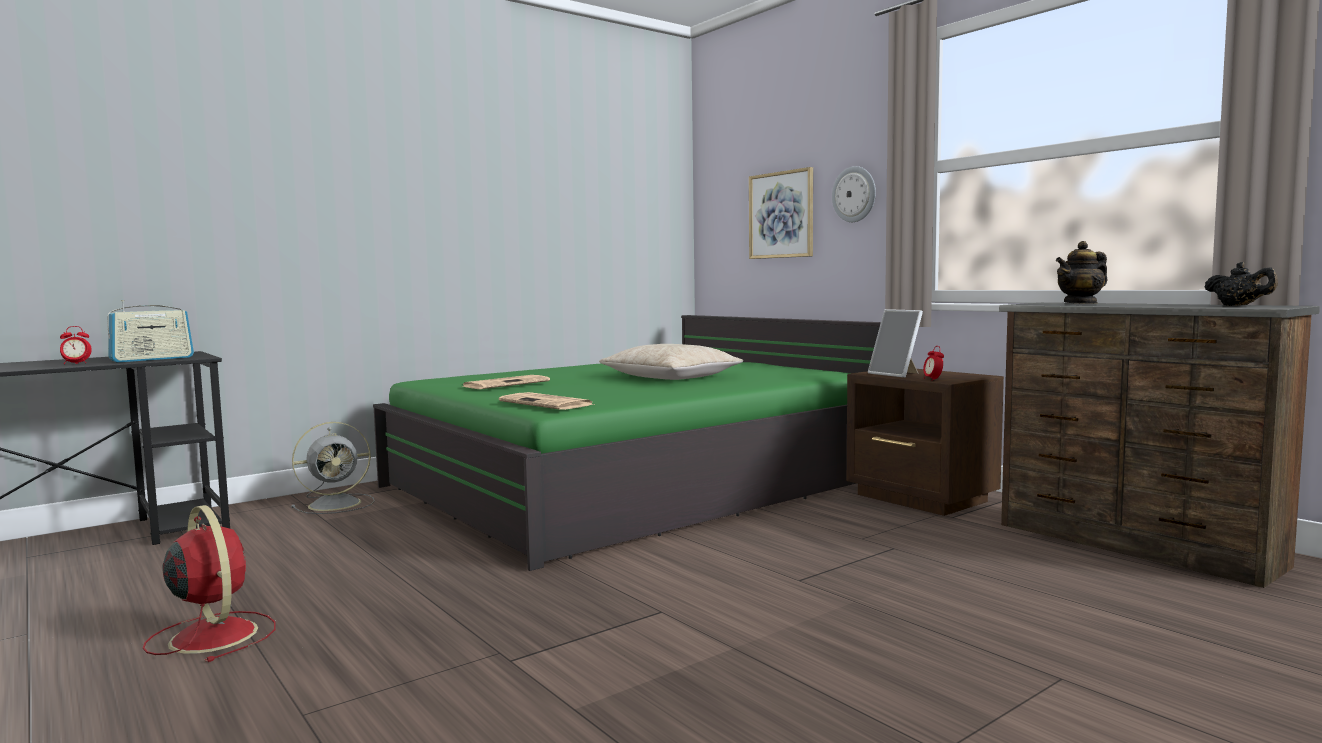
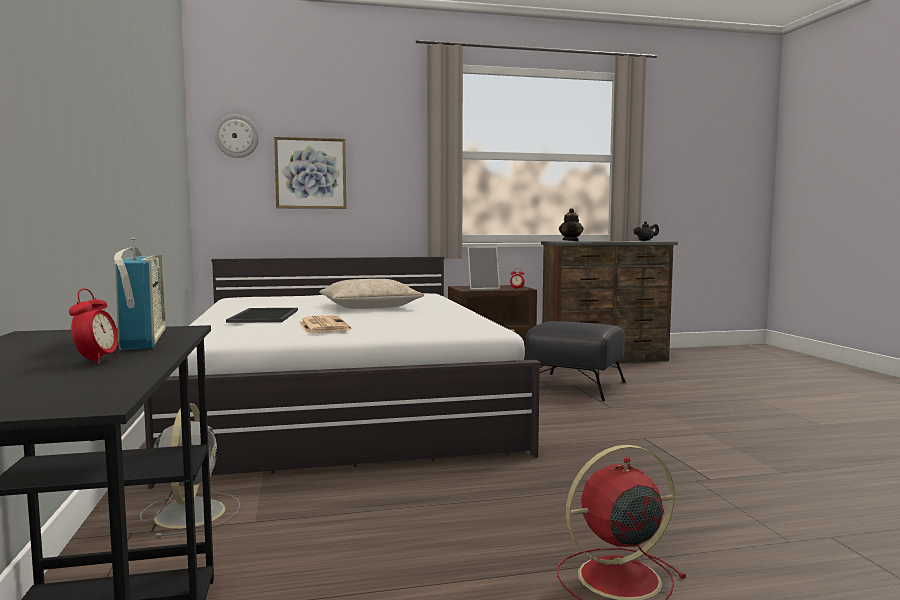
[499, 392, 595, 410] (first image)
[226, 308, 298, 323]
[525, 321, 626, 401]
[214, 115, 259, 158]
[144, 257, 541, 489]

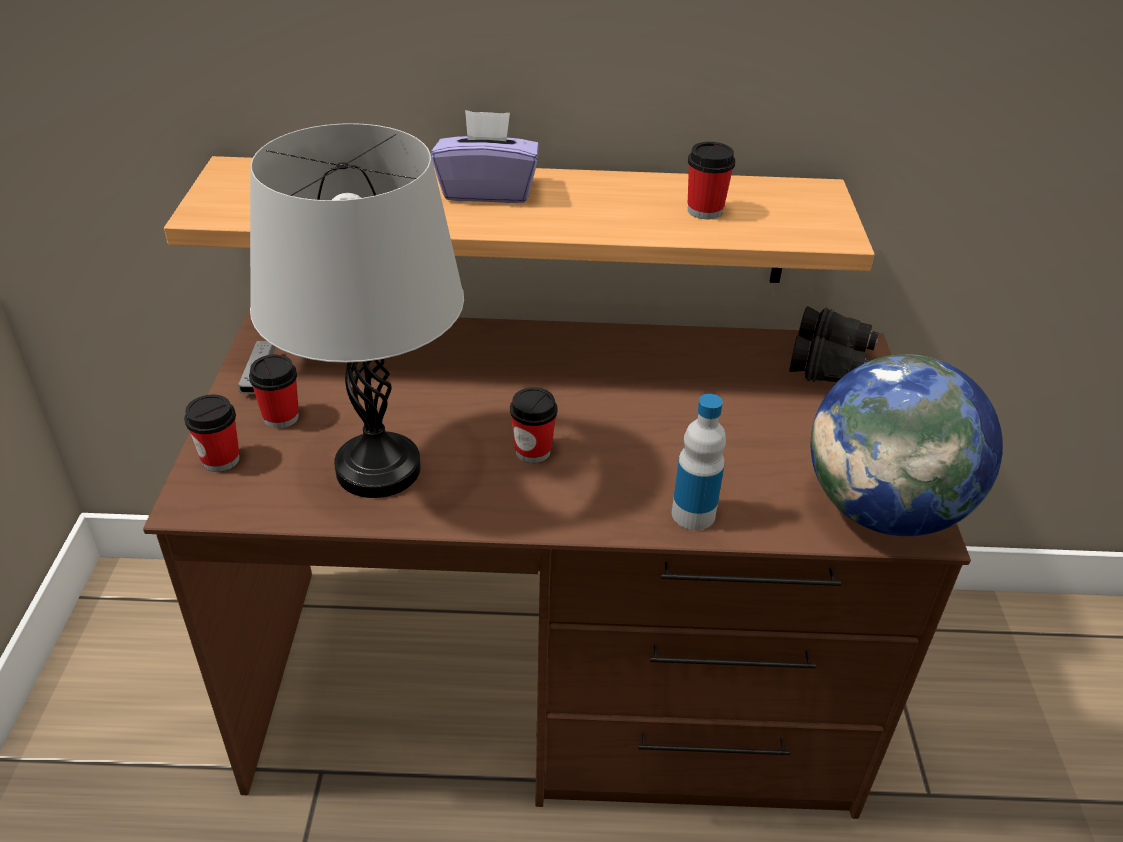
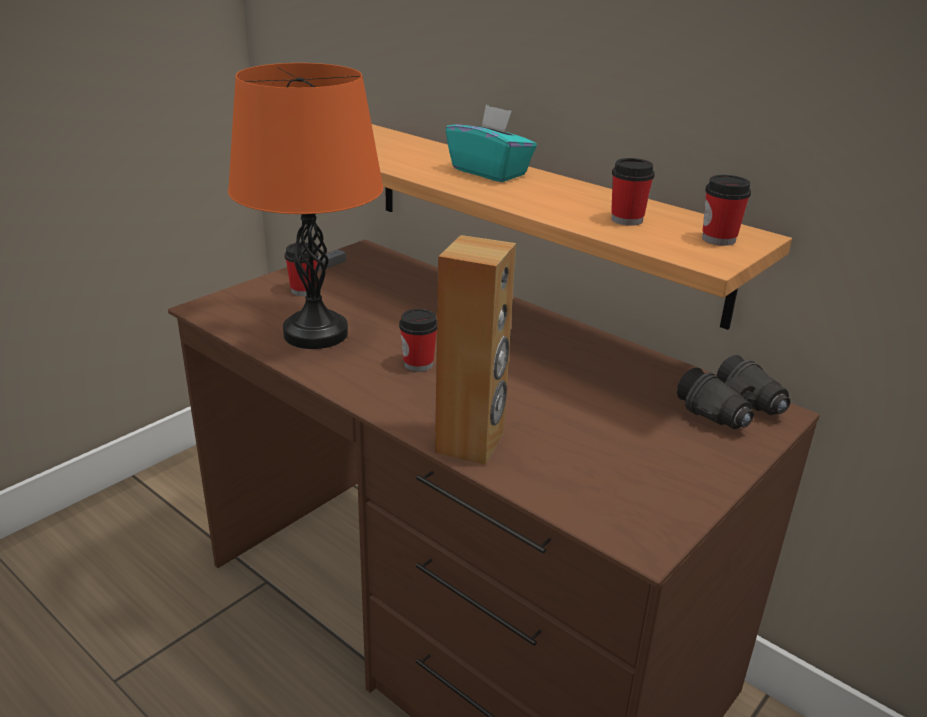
[811, 354, 1003, 536] (first image)
[702, 175, 751, 246]
[435, 235, 516, 465]
[228, 63, 383, 349]
[445, 105, 537, 182]

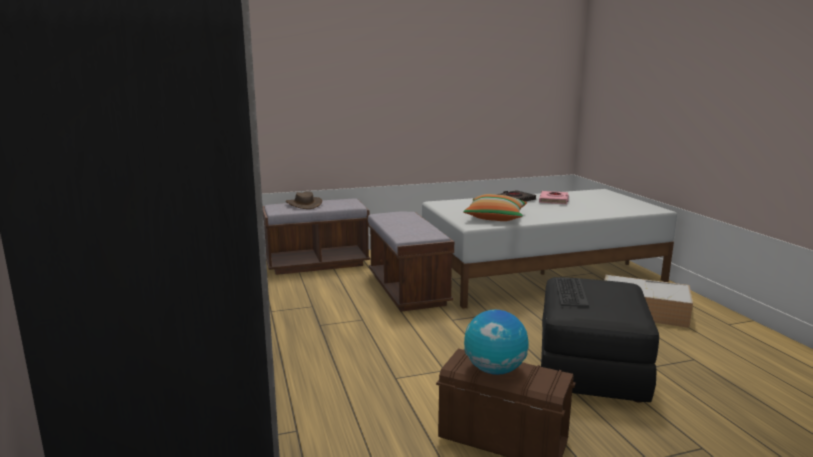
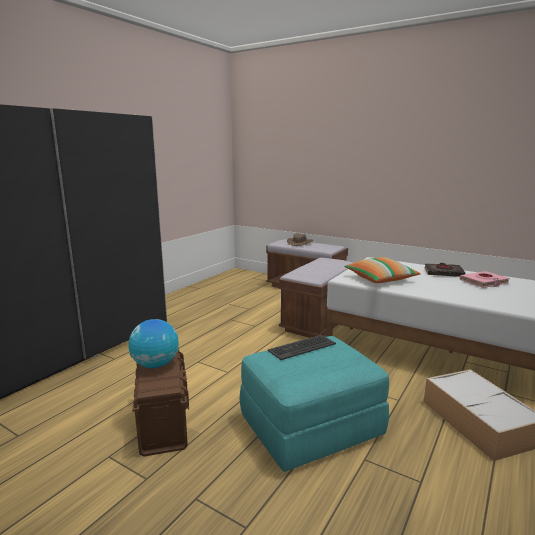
[239, 336, 389, 472]

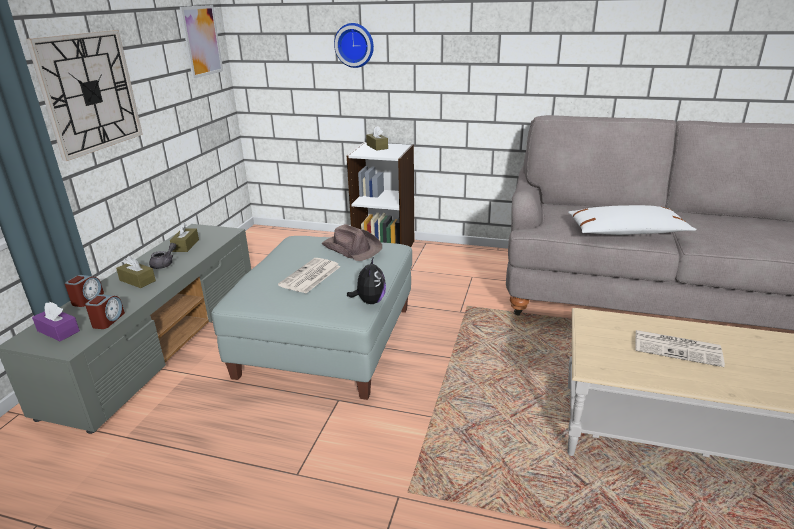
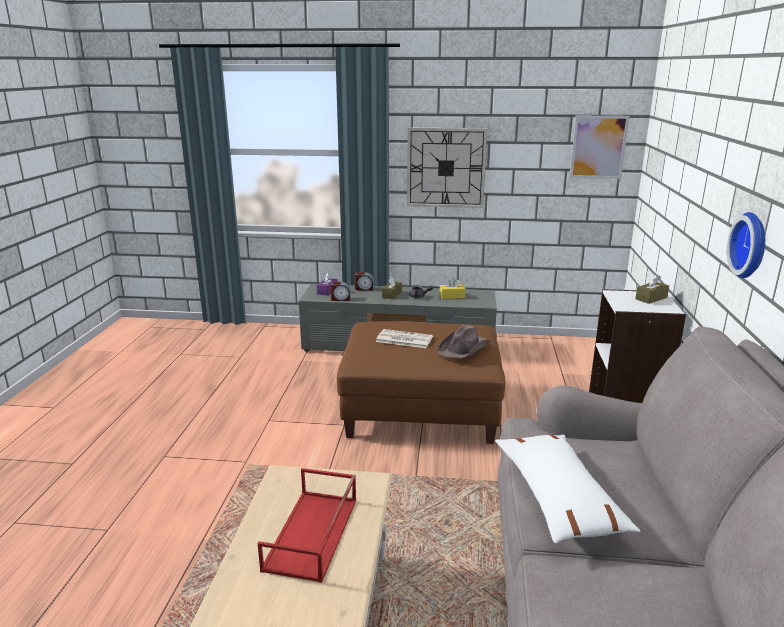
[347, 258, 386, 304] (first image)
[727, 212, 765, 278]
[258, 468, 356, 583]
[440, 278, 465, 299]
[337, 321, 506, 444]

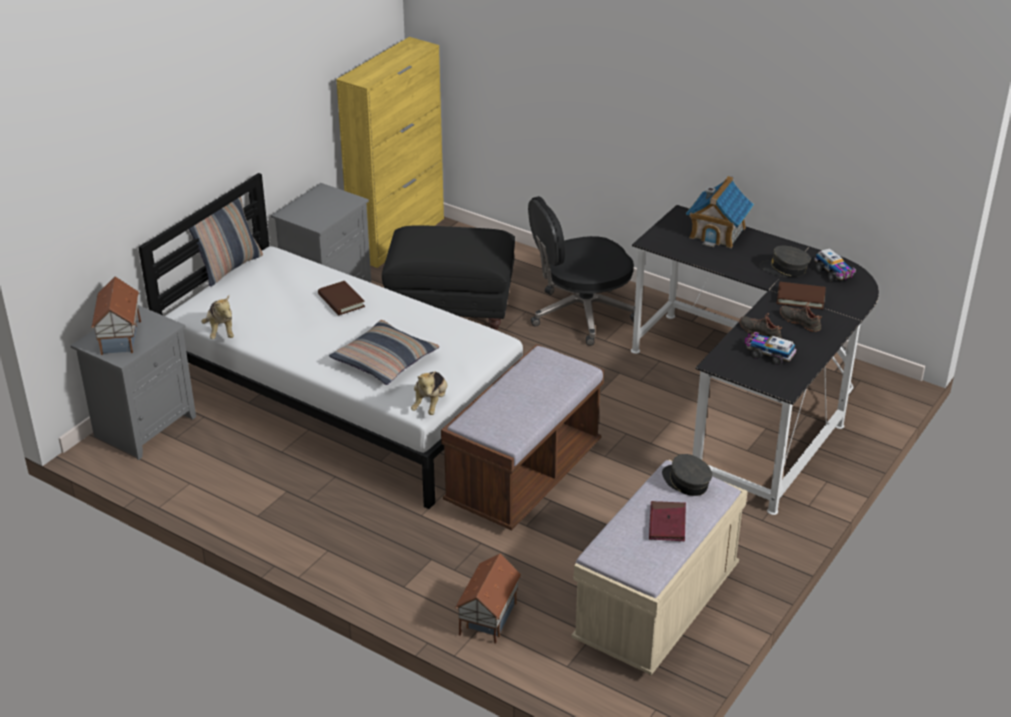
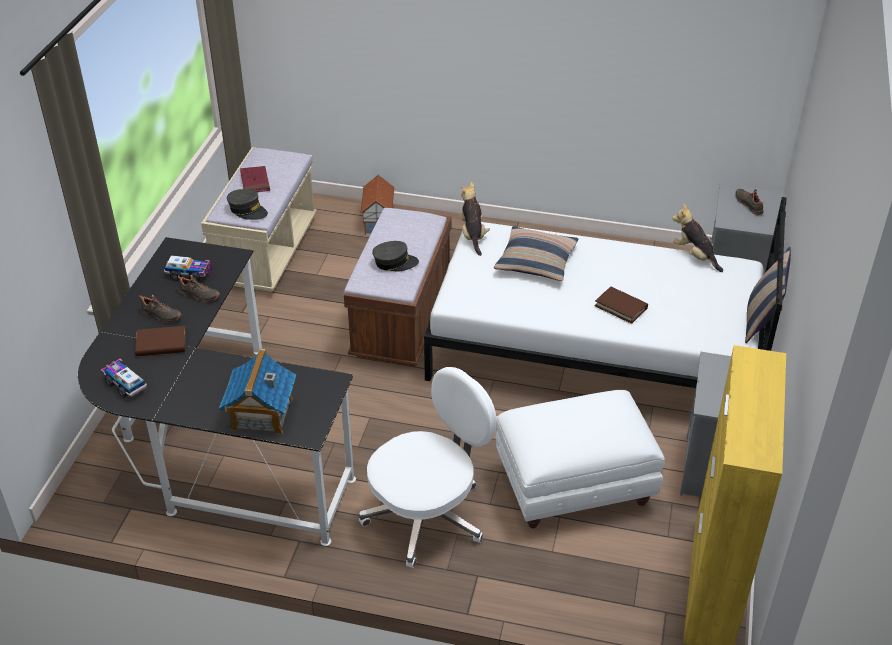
[372, 241, 419, 272]
[735, 189, 764, 215]
[496, 390, 665, 528]
[359, 367, 496, 568]

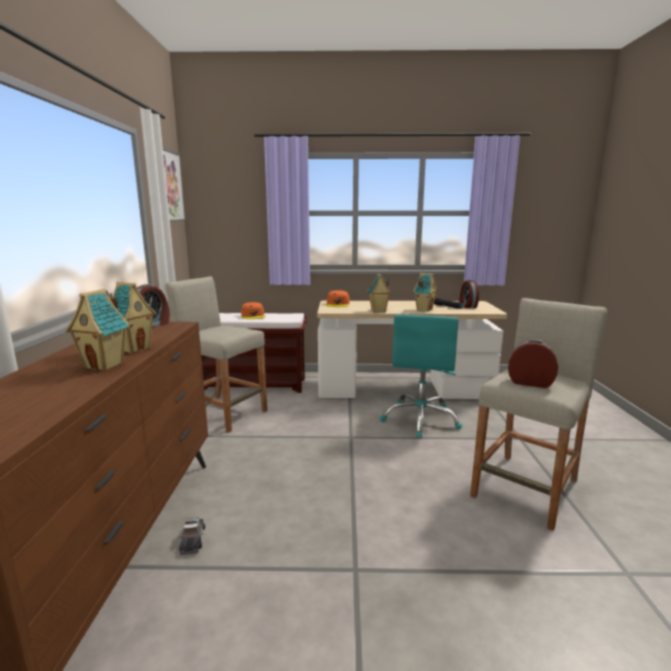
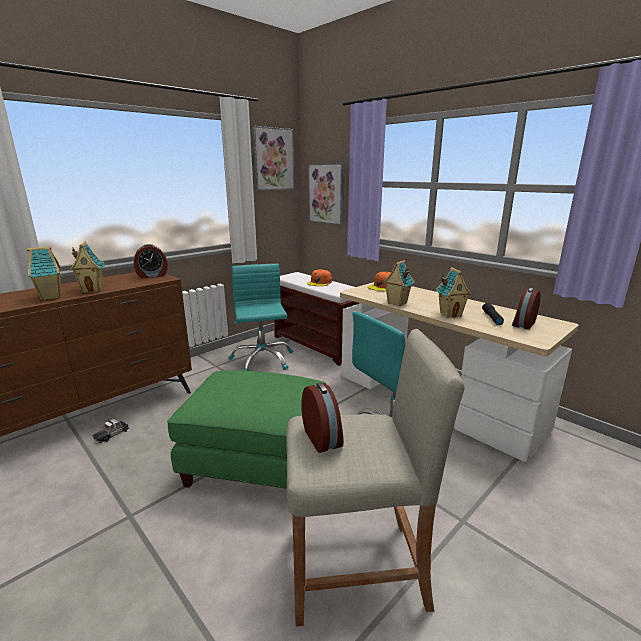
[167, 370, 326, 489]
[308, 163, 345, 225]
[228, 264, 293, 371]

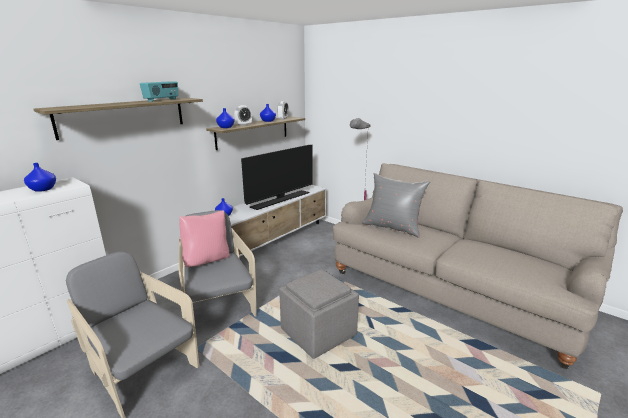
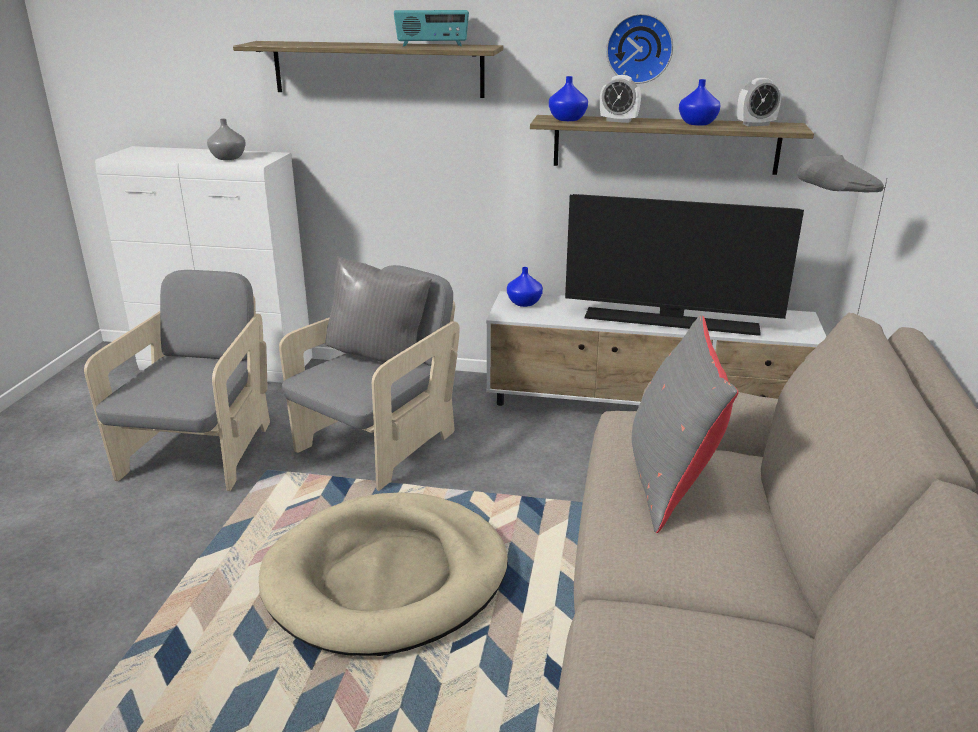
[606, 13, 673, 84]
[259, 492, 508, 656]
[207, 119, 246, 160]
[326, 256, 432, 363]

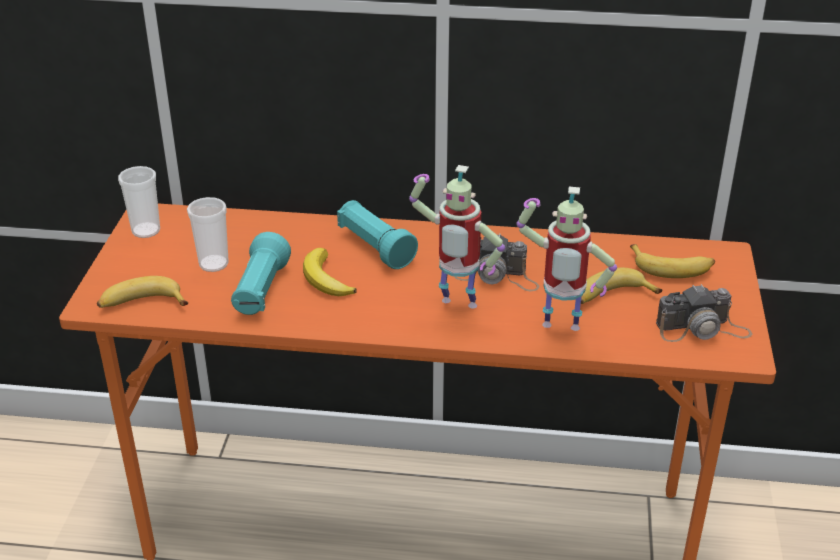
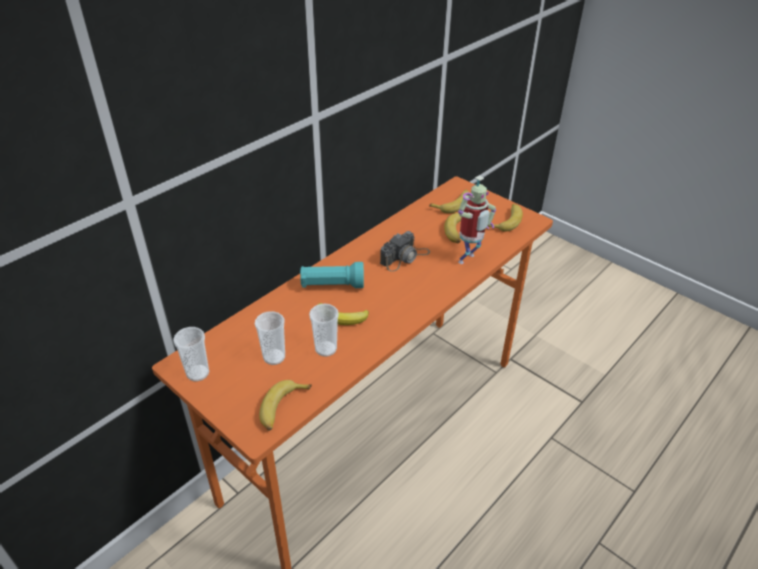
[409, 165, 505, 309] (first image)
[309, 303, 339, 357]
[487, 204, 523, 231]

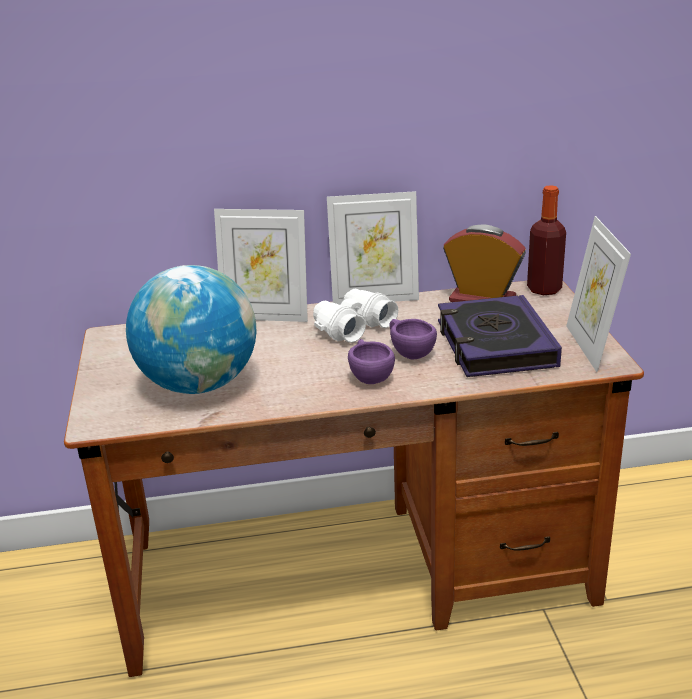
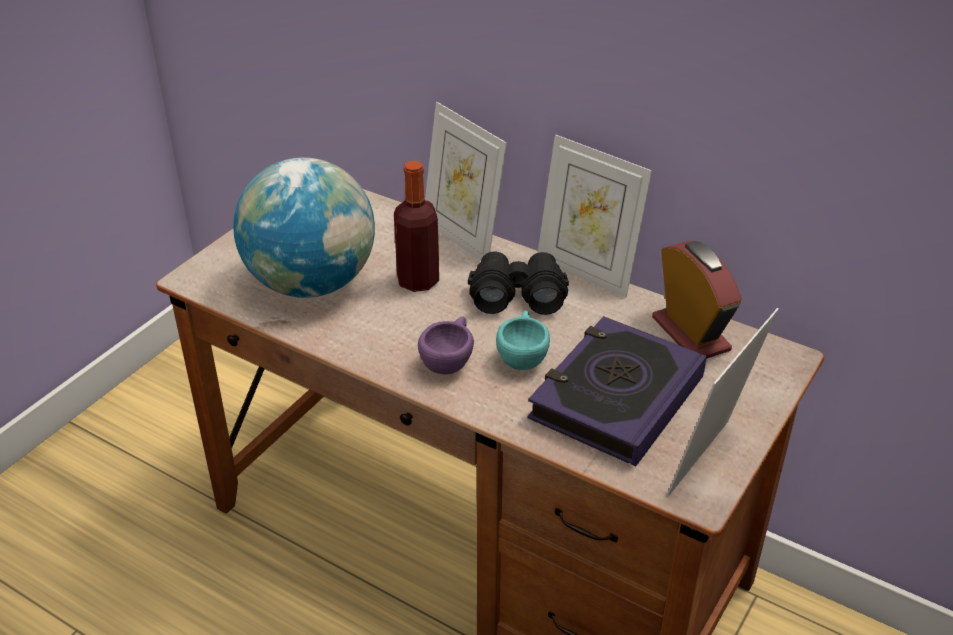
[394, 161, 439, 292]
[468, 251, 569, 315]
[496, 310, 550, 370]

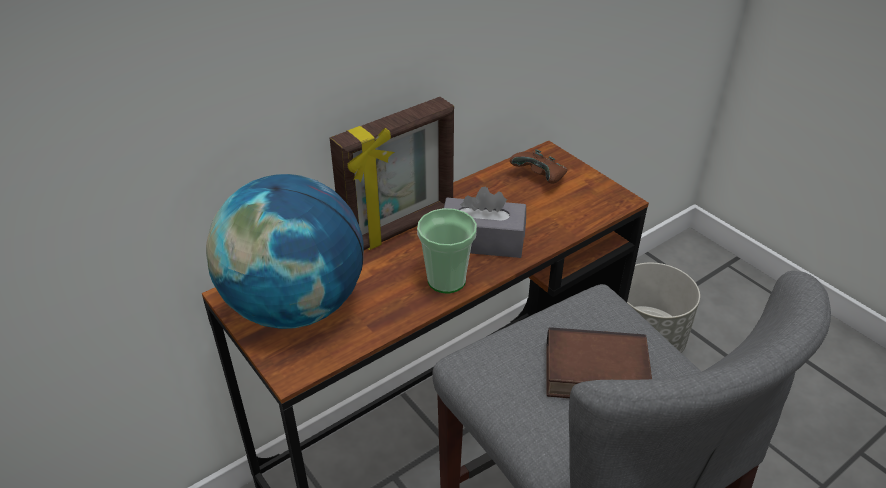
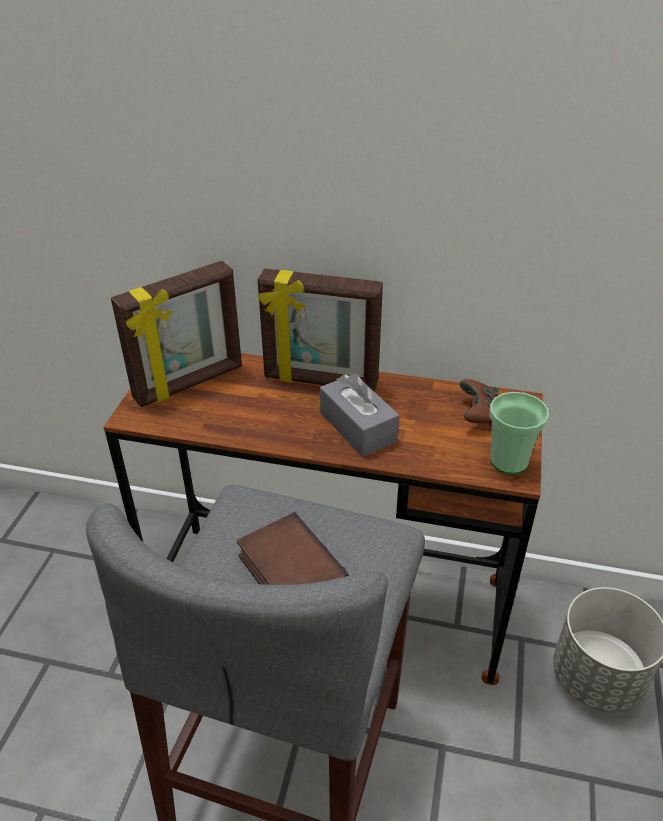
[490, 392, 549, 474]
[111, 261, 242, 407]

